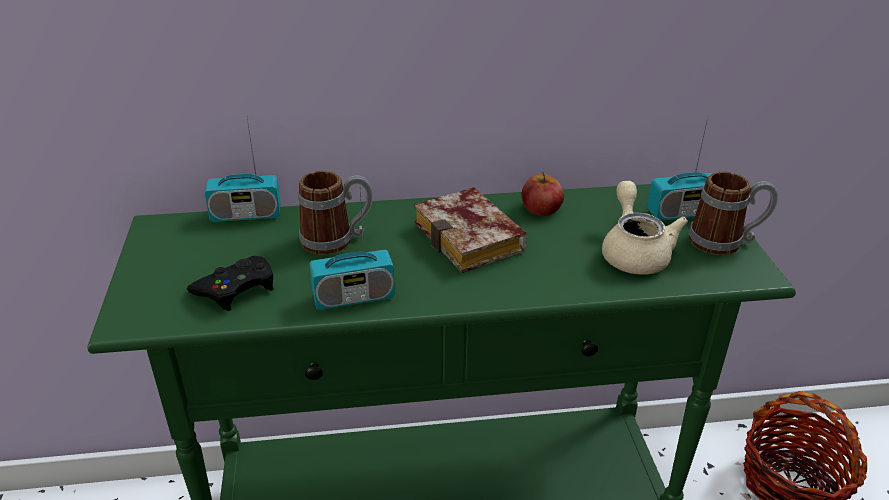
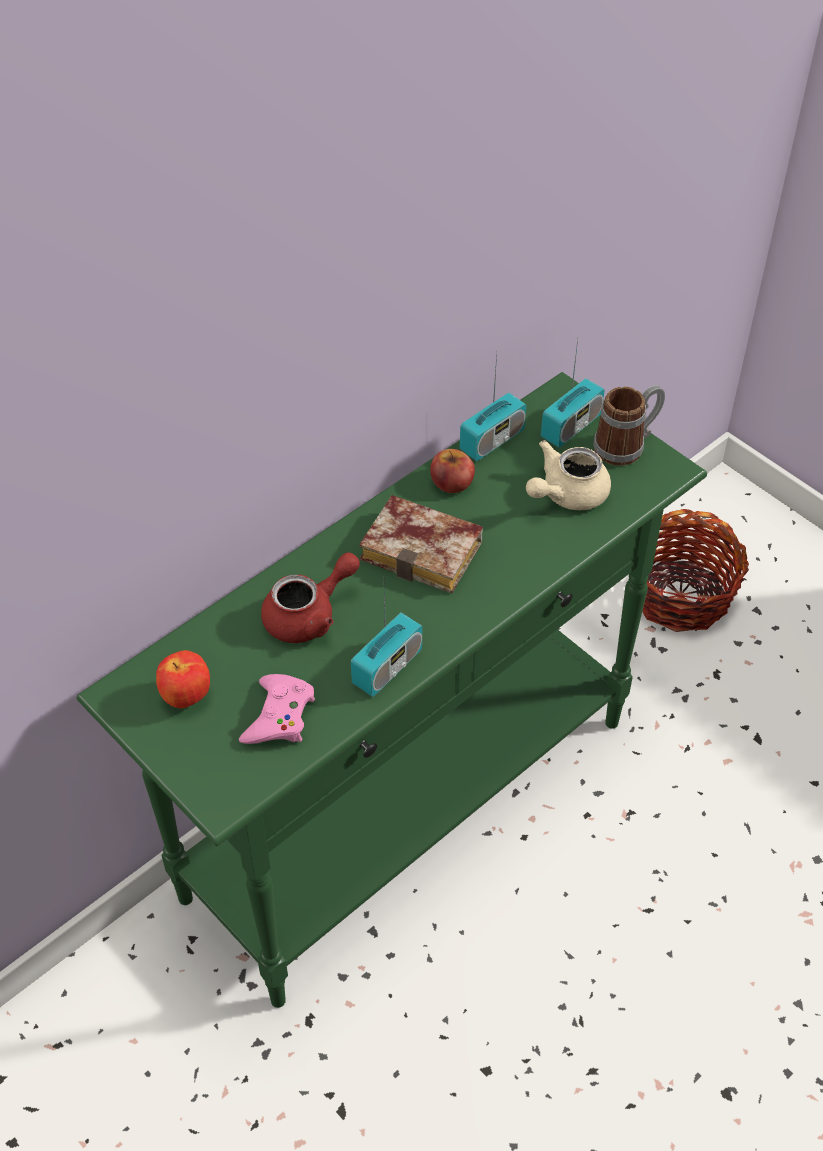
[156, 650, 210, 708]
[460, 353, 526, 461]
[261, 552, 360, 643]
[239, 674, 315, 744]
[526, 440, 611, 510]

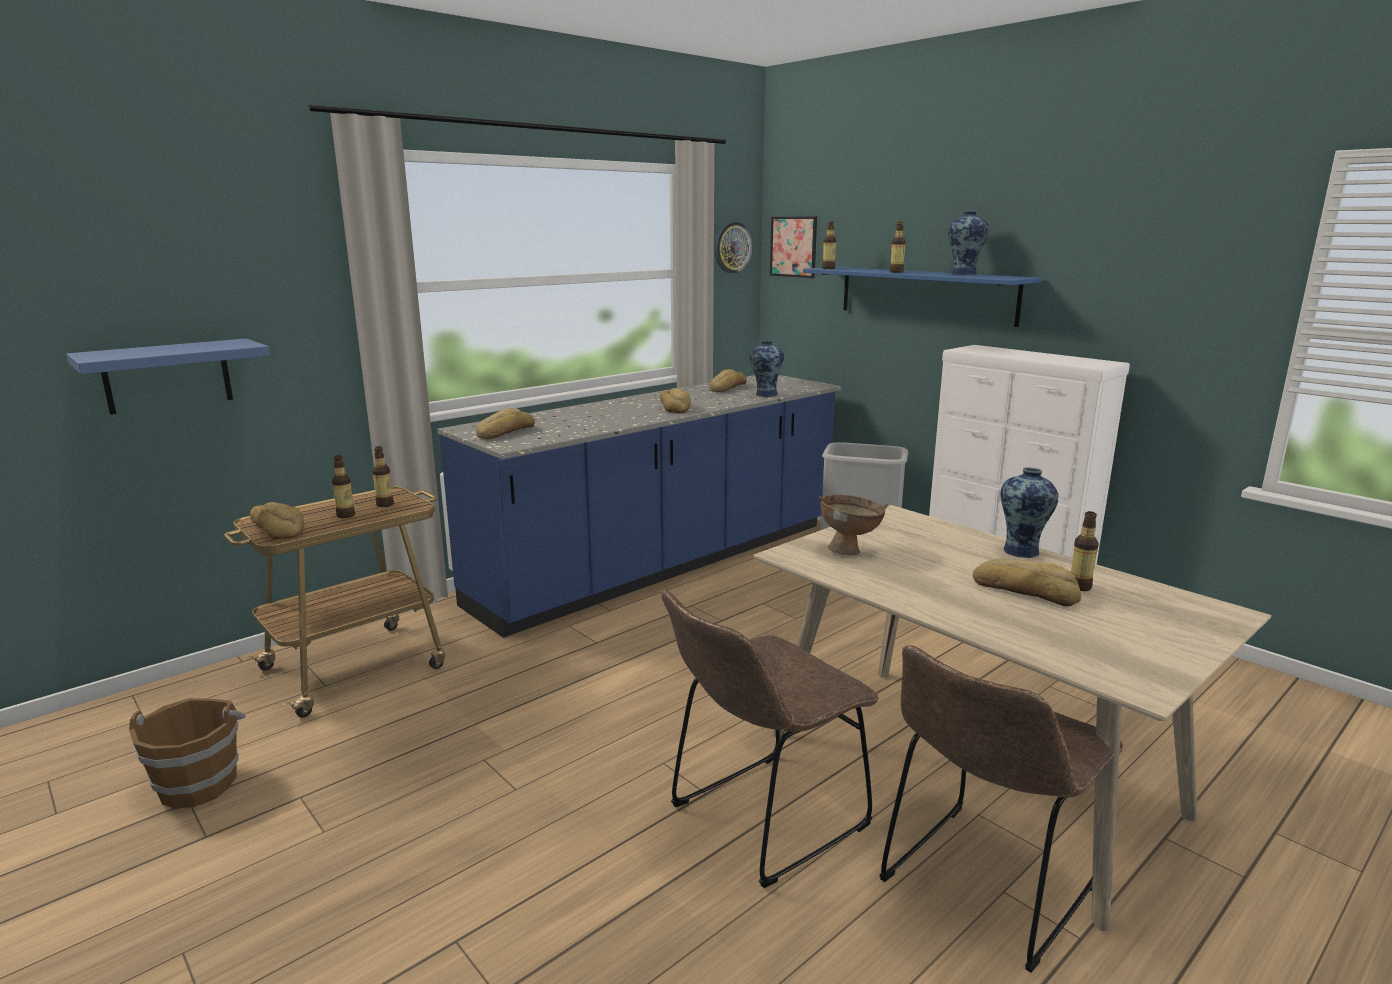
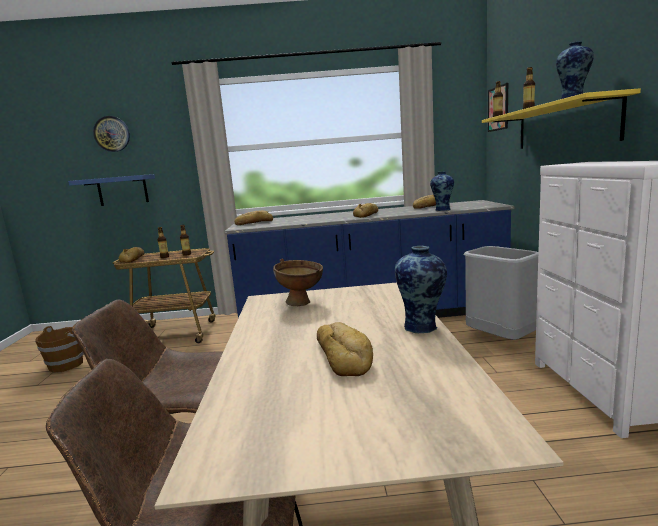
[1071, 511, 1099, 591] (first image)
[93, 116, 130, 152]
[482, 88, 641, 149]

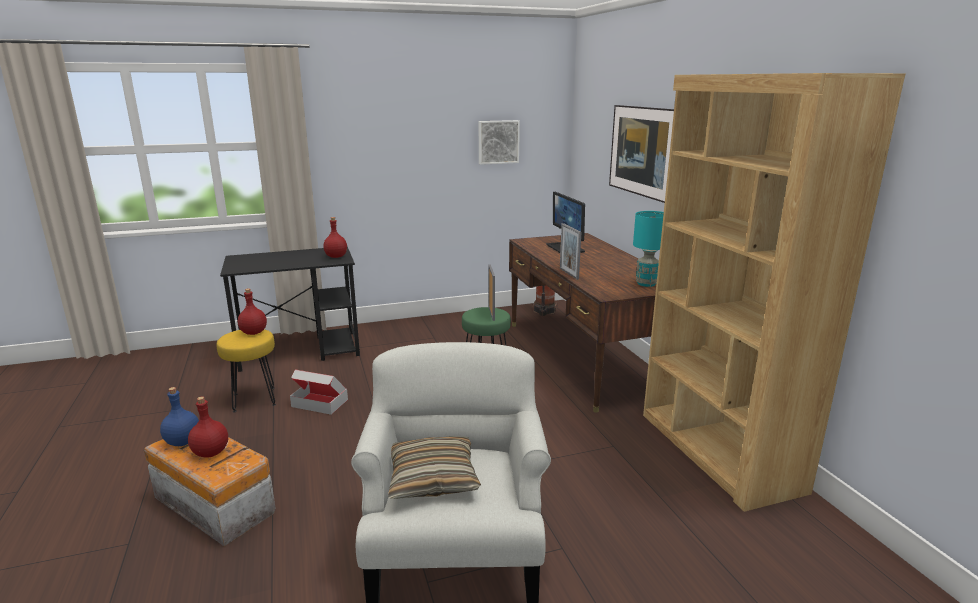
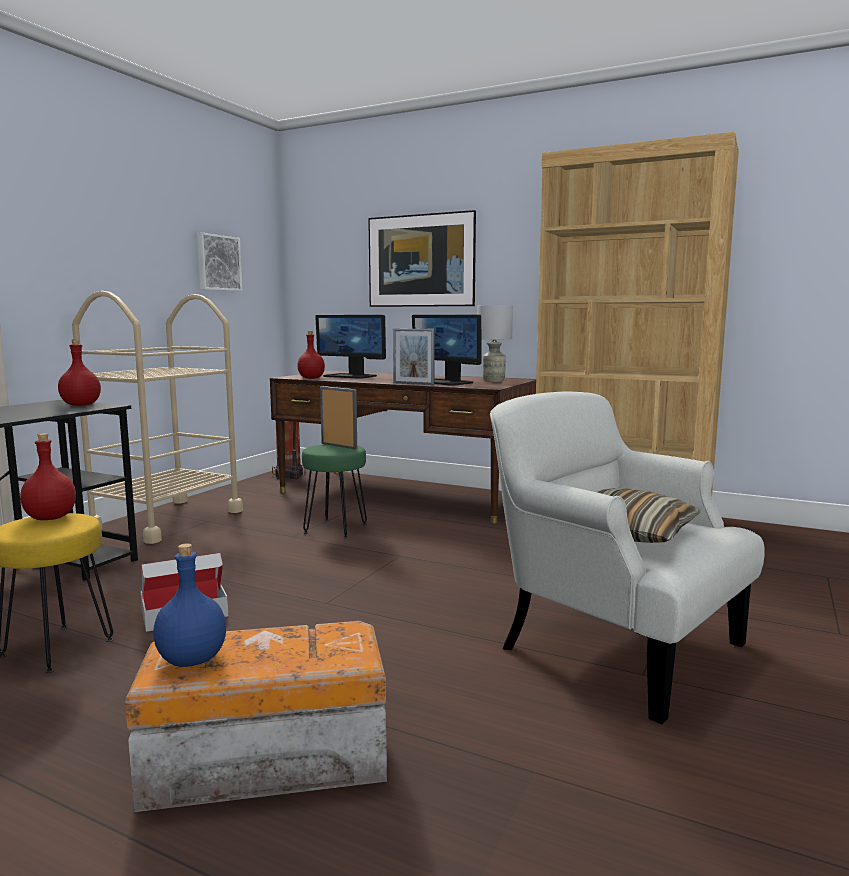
[72, 291, 243, 544]
[412, 315, 481, 386]
[297, 331, 325, 379]
[477, 305, 513, 382]

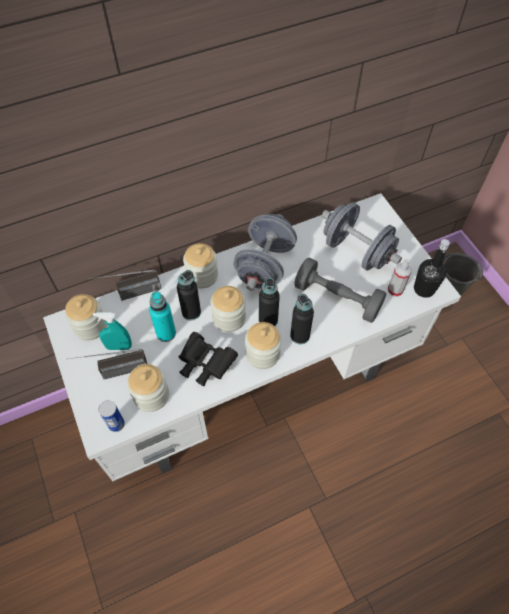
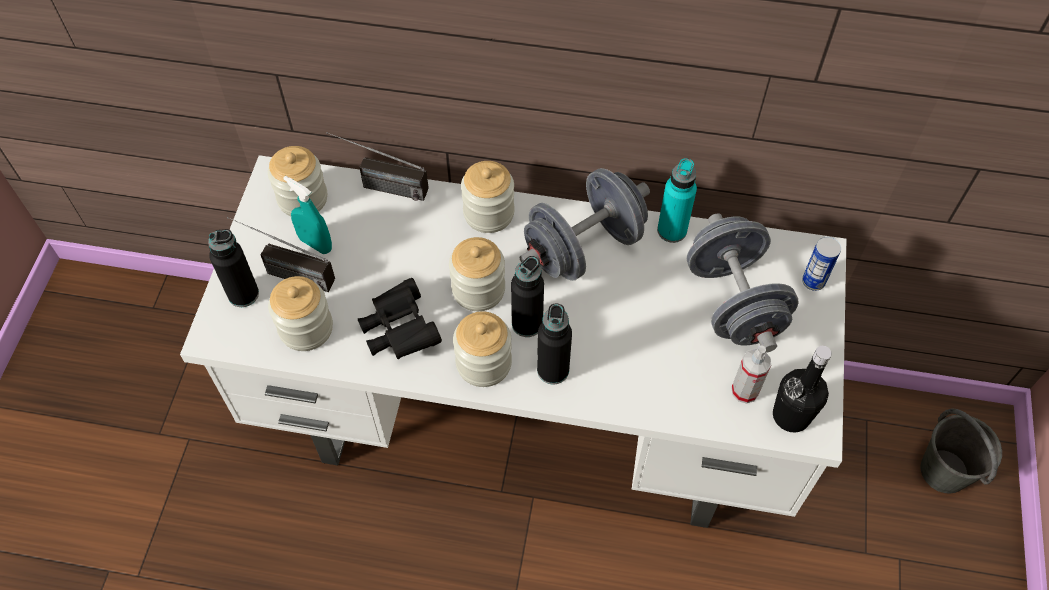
[294, 258, 386, 323] (first image)
[802, 237, 841, 291]
[657, 158, 697, 243]
[208, 229, 259, 307]

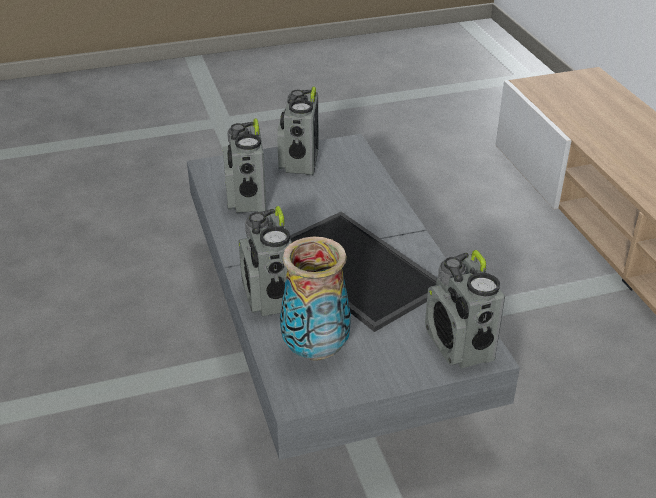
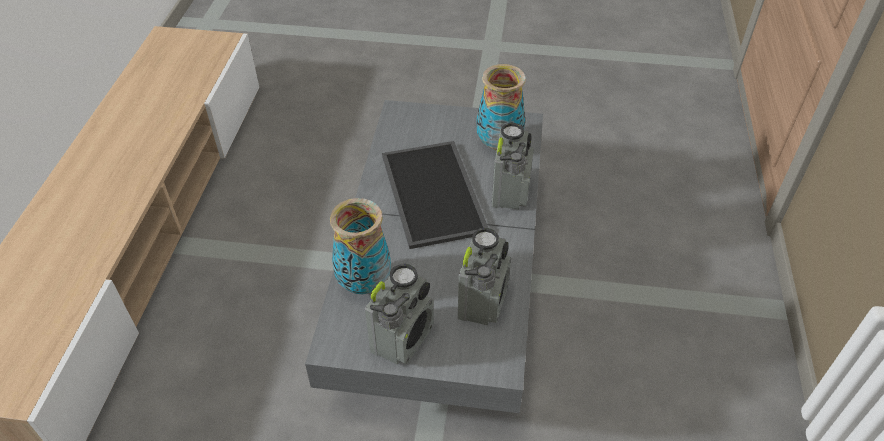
[425, 250, 505, 368] (first image)
[330, 198, 391, 294]

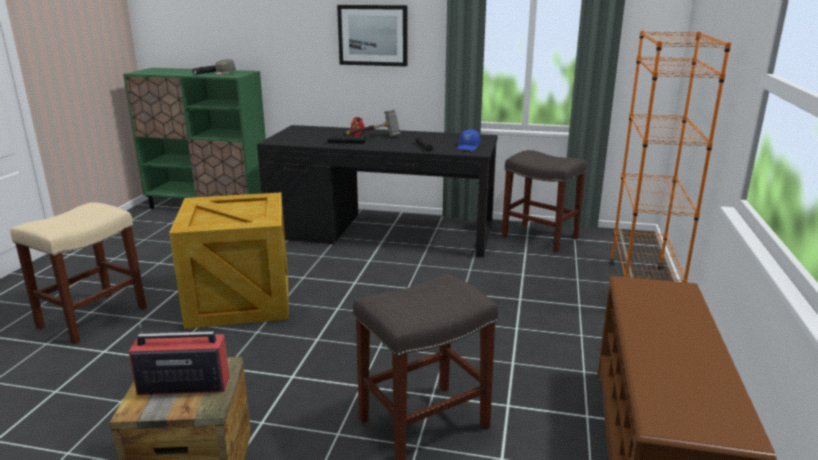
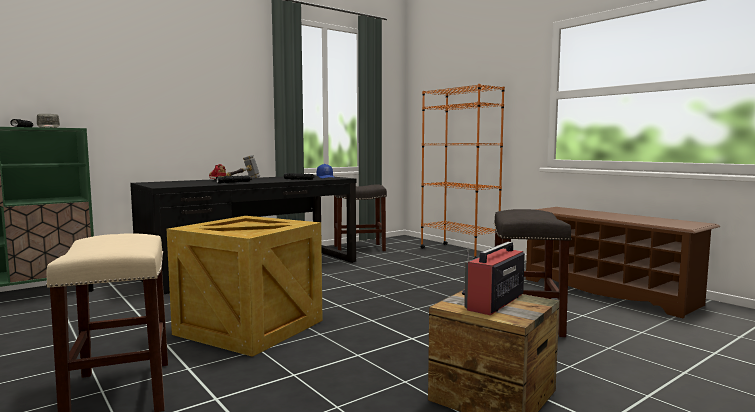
[337, 5, 407, 67] (first image)

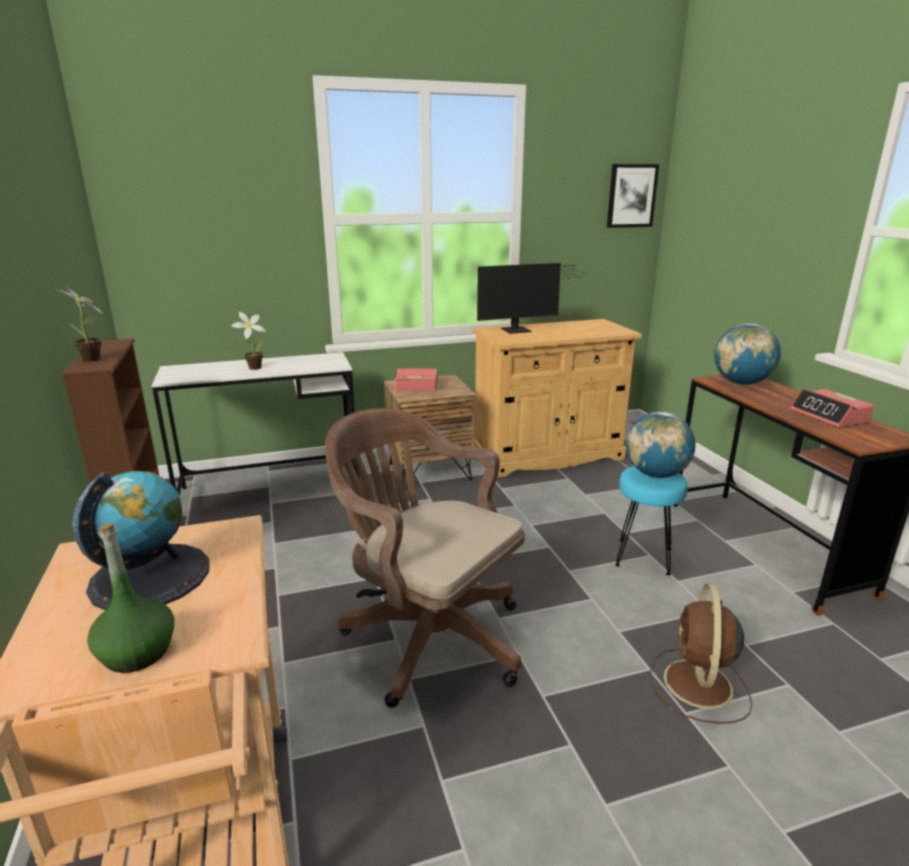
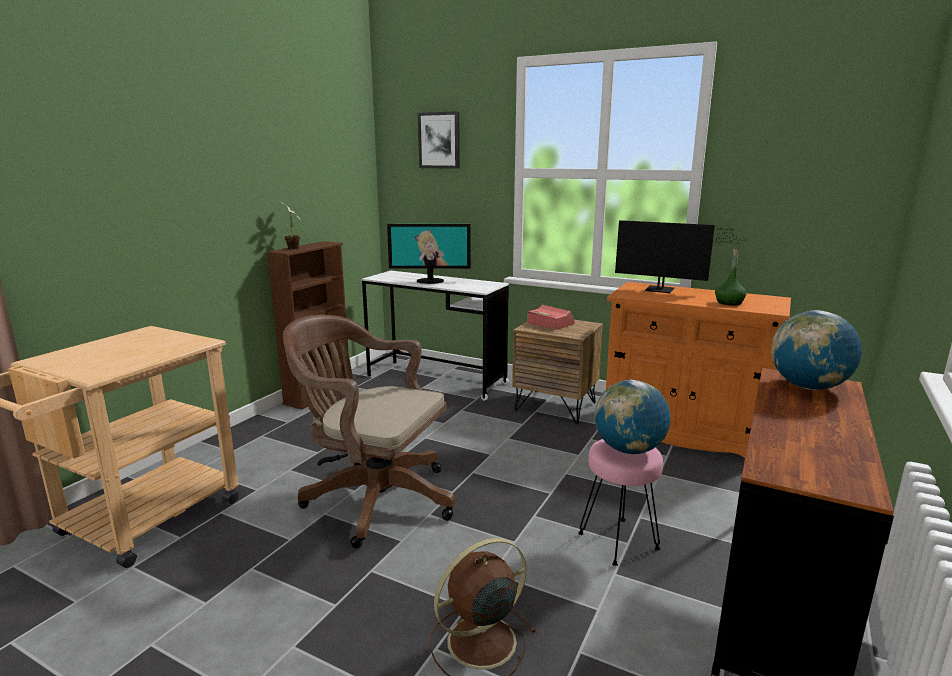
[72, 471, 209, 610] (first image)
[790, 389, 874, 428] (first image)
[715, 248, 747, 305]
[418, 111, 460, 169]
[387, 224, 471, 284]
[606, 282, 791, 458]
[578, 439, 663, 566]
[283, 315, 455, 548]

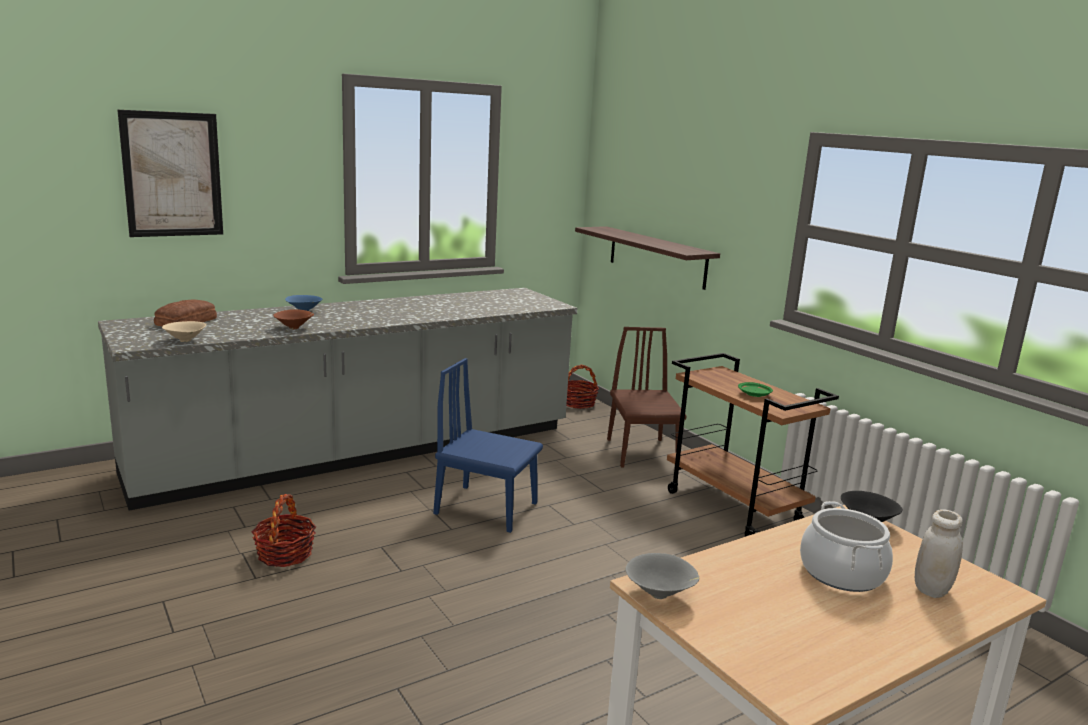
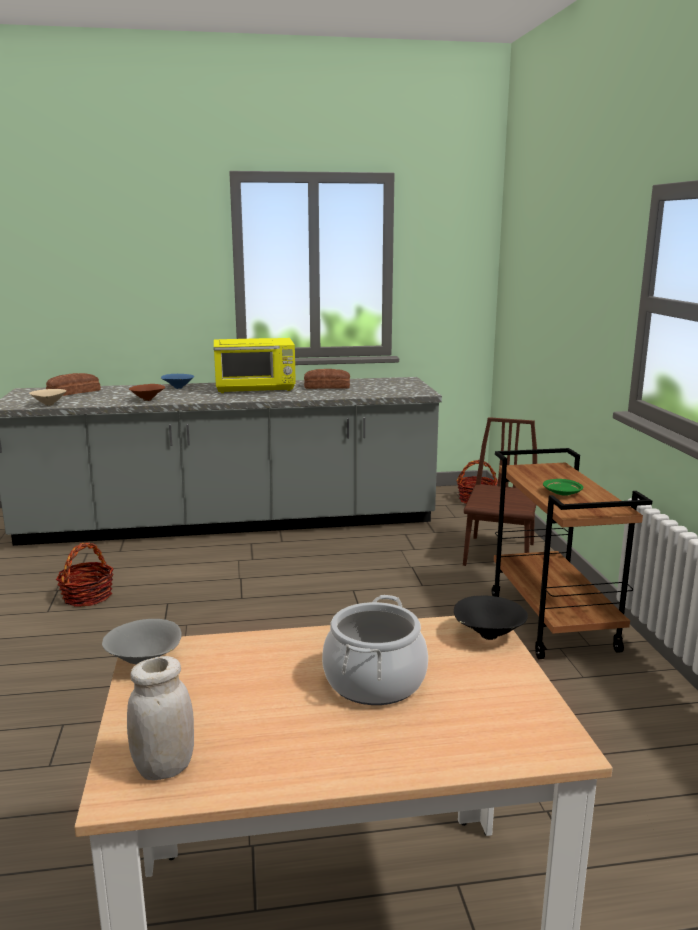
[117, 110, 223, 237] (first image)
[433, 358, 543, 533] (first image)
[575, 226, 720, 290] (first image)
[214, 338, 296, 393]
[304, 369, 350, 389]
[127, 656, 194, 781]

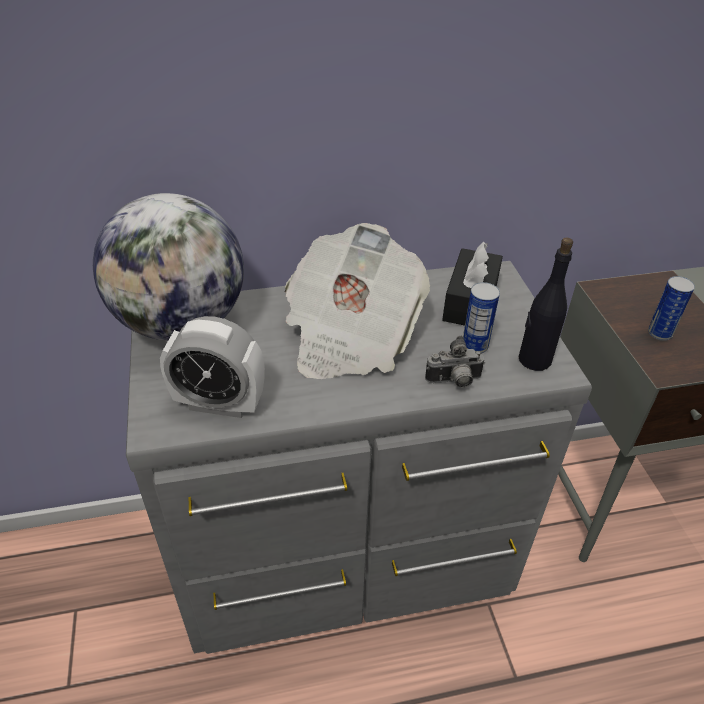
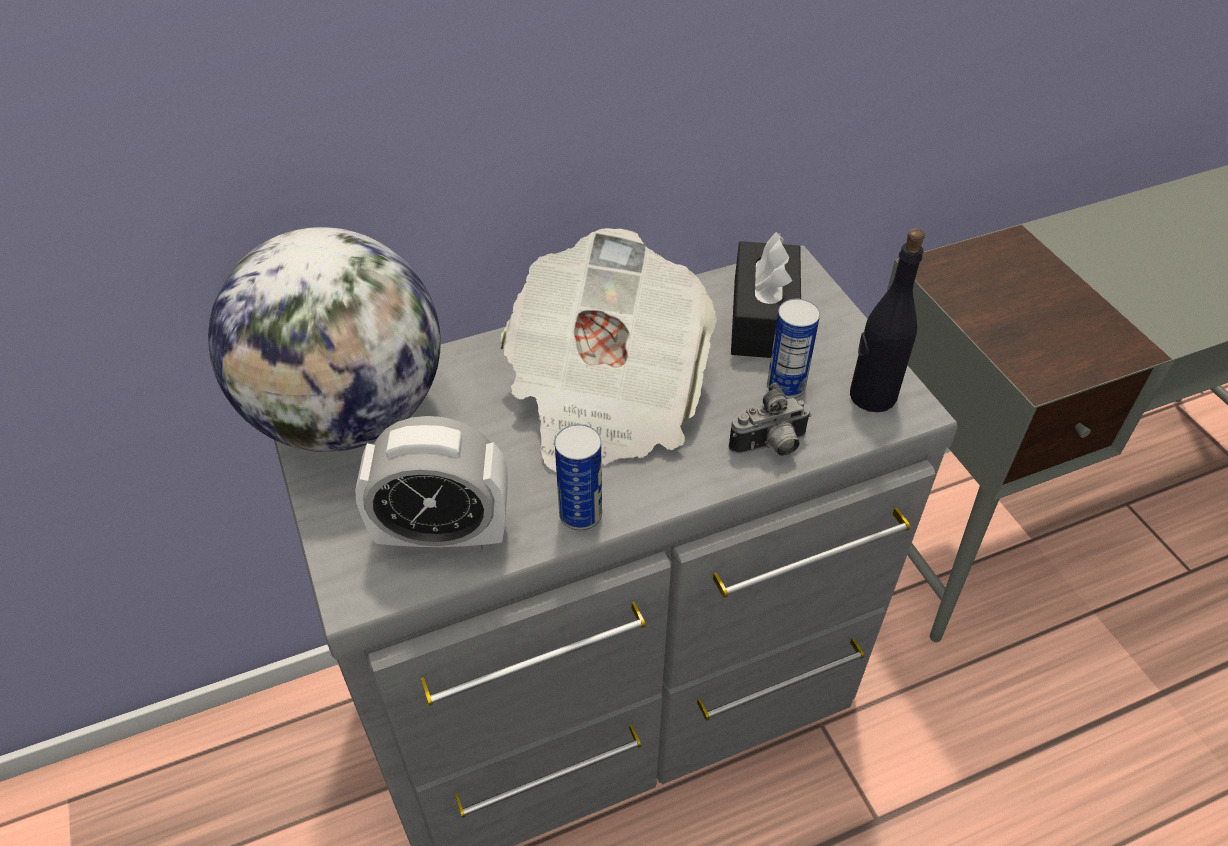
[555, 424, 602, 531]

